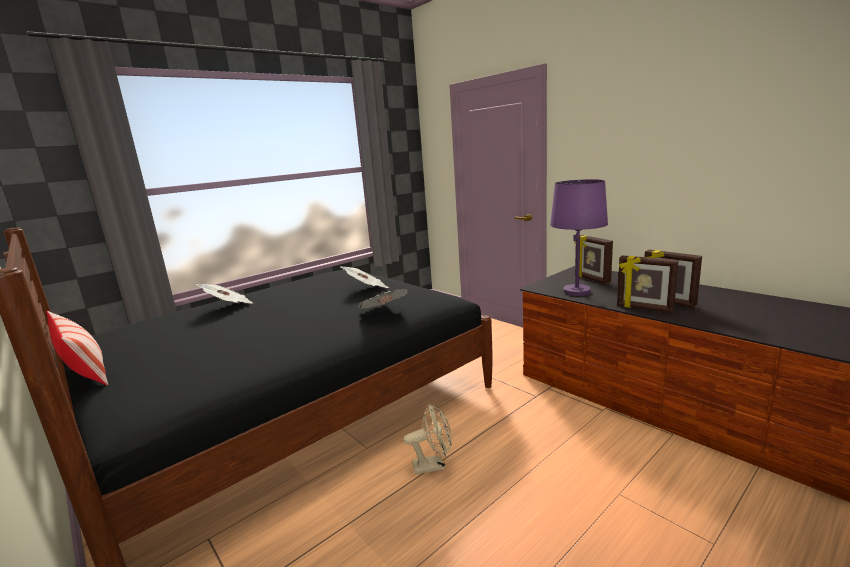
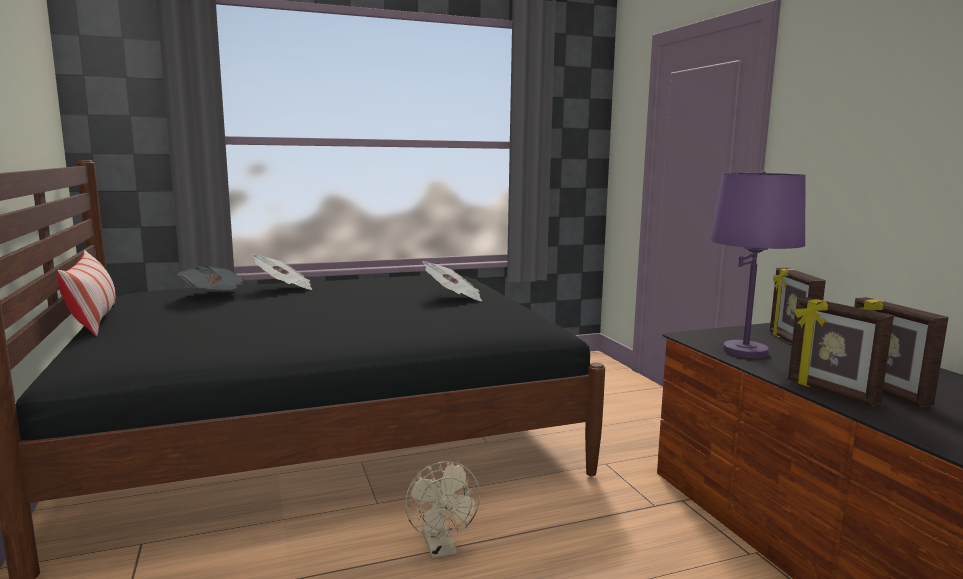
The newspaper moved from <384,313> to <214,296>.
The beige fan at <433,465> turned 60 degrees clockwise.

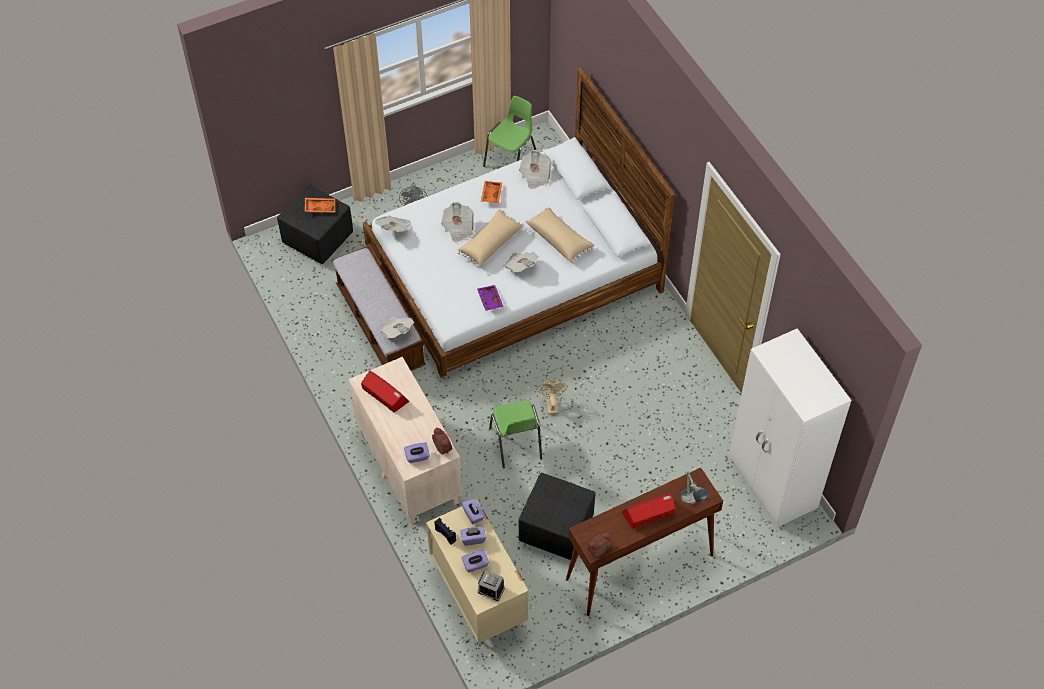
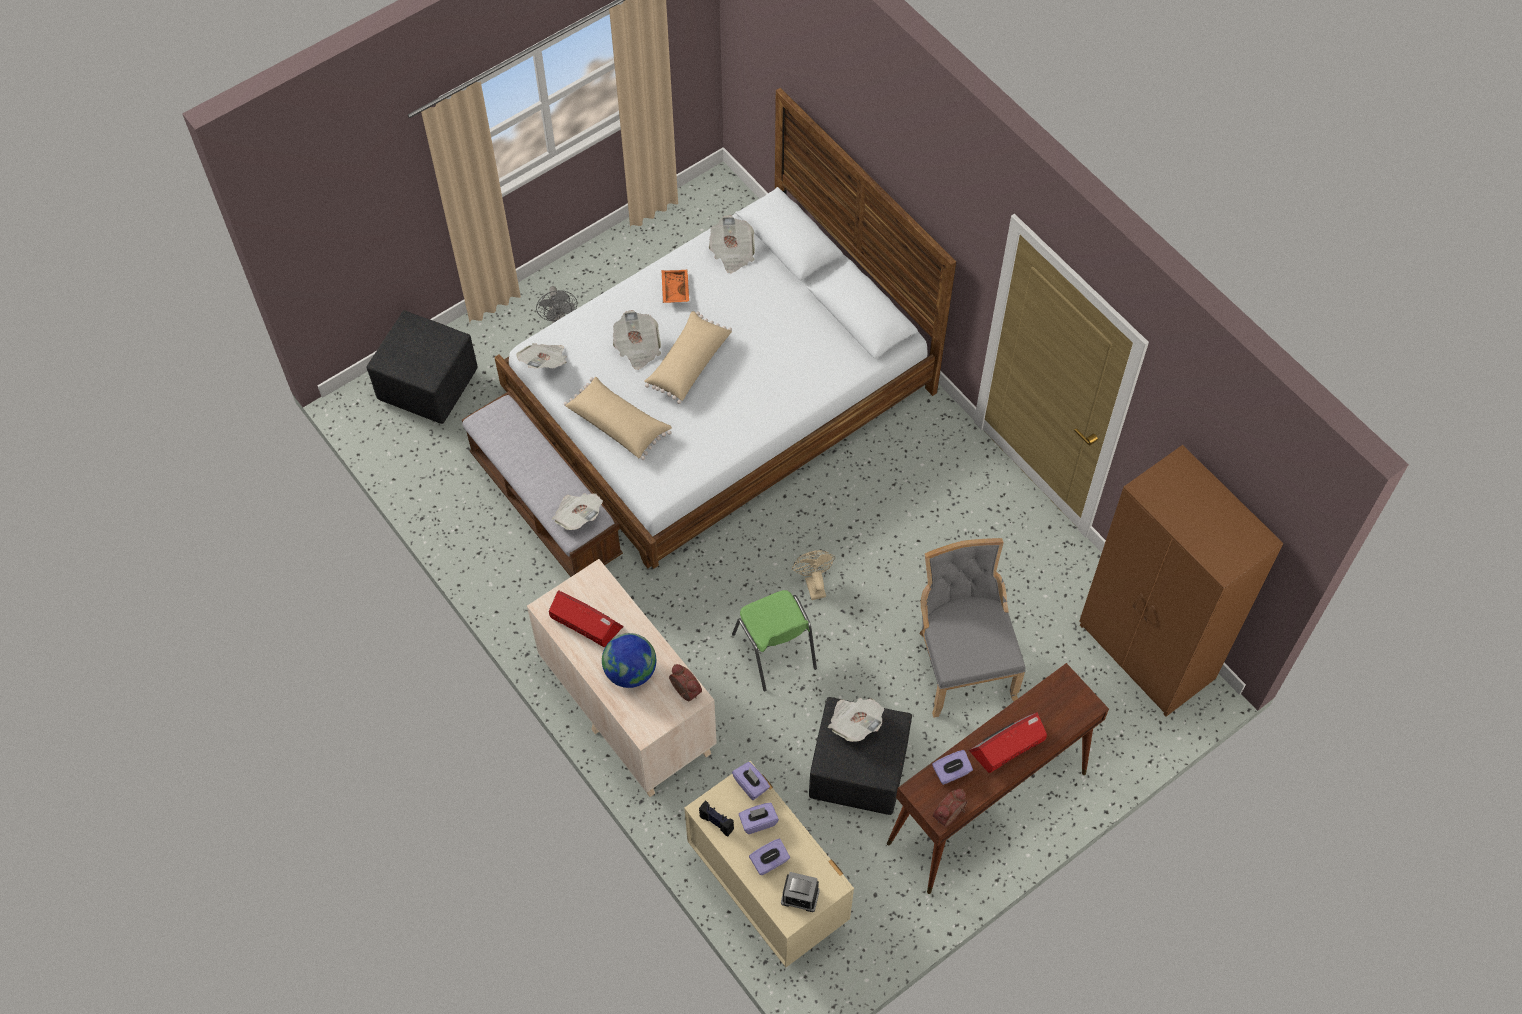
The beige pillow moved from <559,239> to <619,424>.
The globe at <630,671> appeared.
The newspaper moved from <520,266> to <854,723>.
The grey chair at <962,662> appeared.
The purple tissue box moved from <417,457> to <951,772>.
The white wardrobe at <772,484> became the brown wardrobe at <1146,654>.
The orange tray at <320,207> disappeared.
The purple tray at <489,300> disappeared.
The green chair at <511,160> disappeared.
The table lamp at <691,503> disappeared.

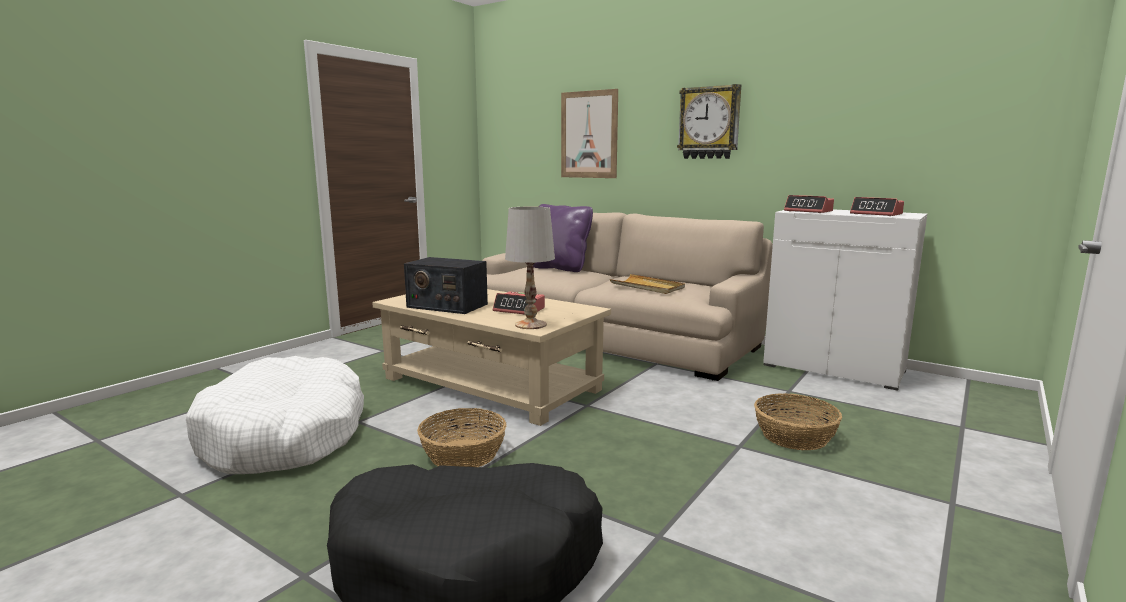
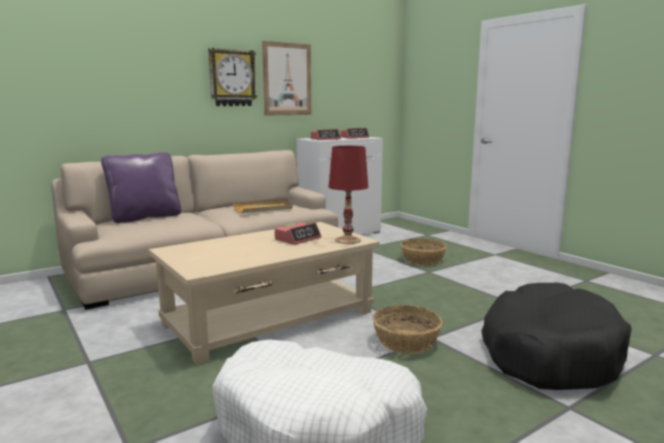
The picture moved from <589,135> to <287,79>.
The white table lamp at <531,325> became the red table lamp at <348,240>.
The radio at <447,305> disappeared.

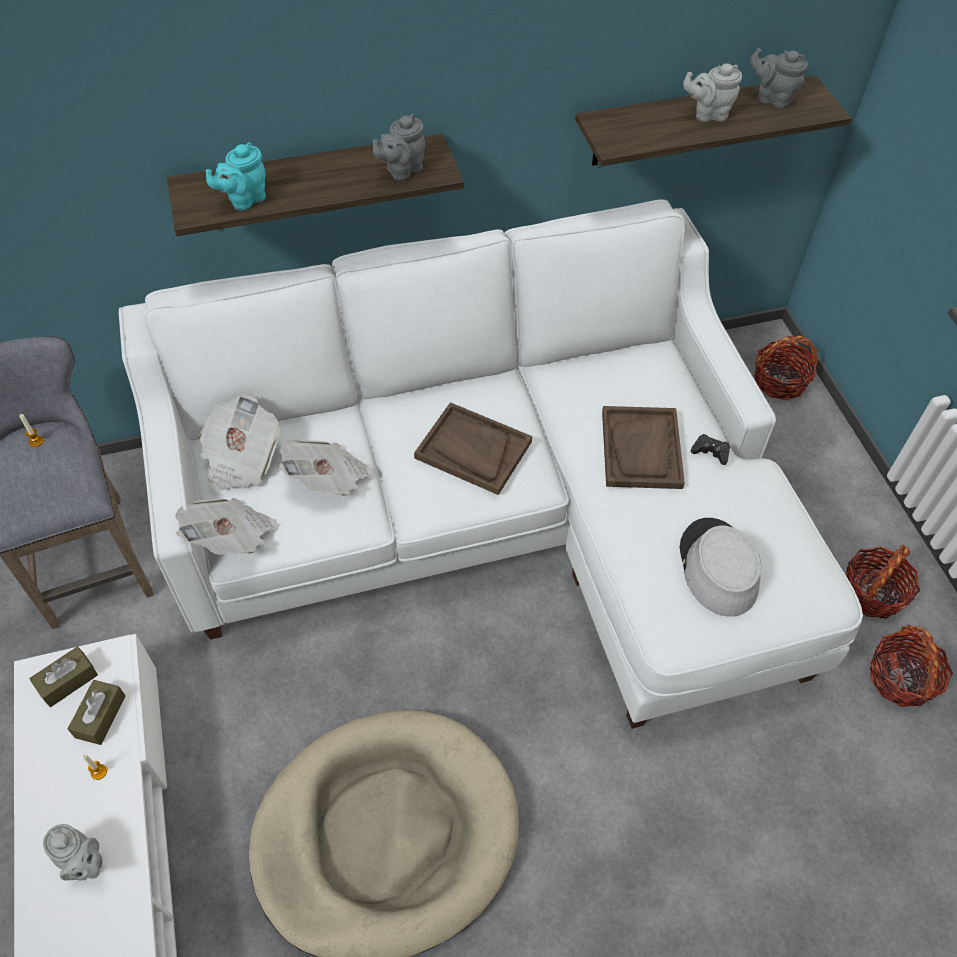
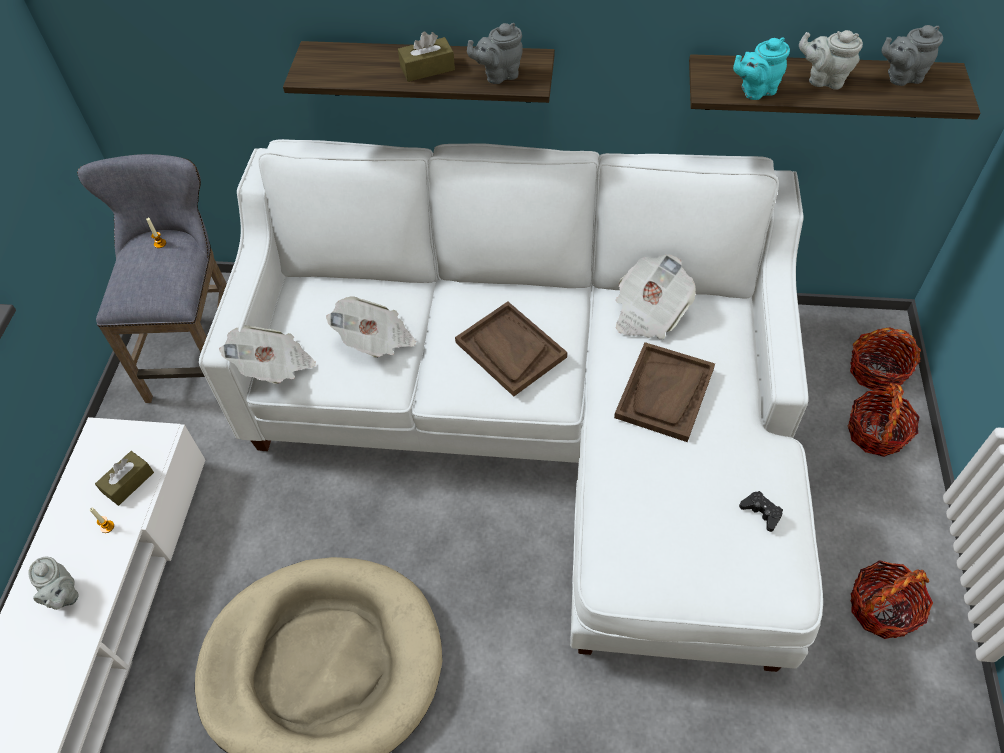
The brown tissue box moved from <67,681> to <427,68>.
The newspaper moved from <241,459> to <649,312>.
The turquoise teapot moved from <244,200> to <755,90>.
The black game controller moved from <710,452> to <761,512>.
The basket moved from <901,678> to <876,433>.
The grey teapot at <772,98> turned 60 degrees counterclockwise.
The grey hat at <717,567> disappeared.

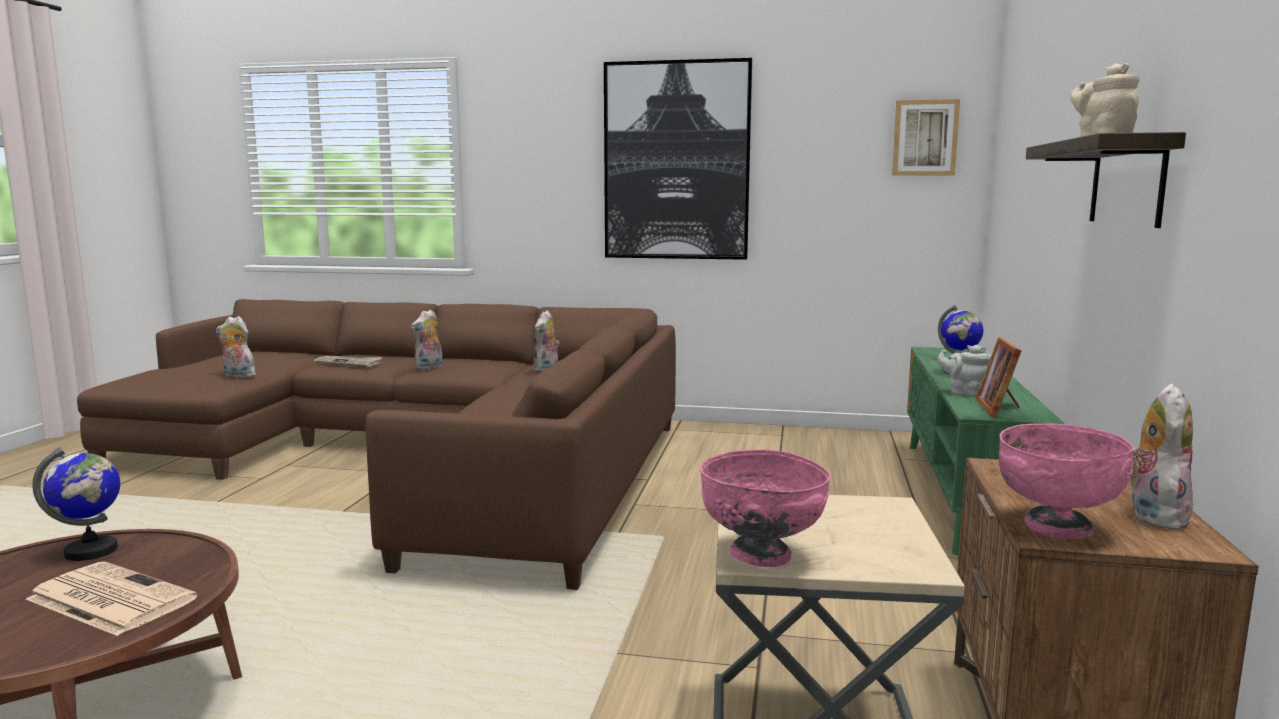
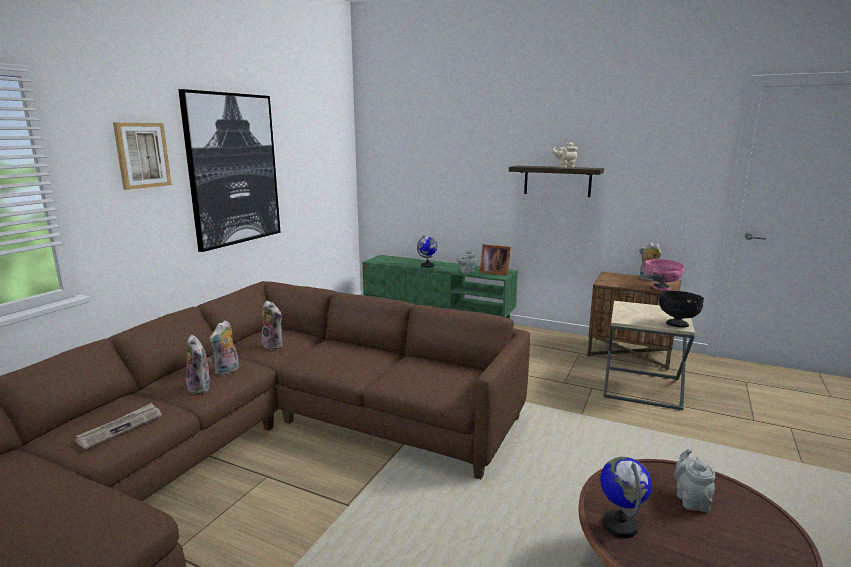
The picture moved from <925,138> to <142,155>.
The plush toy moved from <237,376> to <227,371>.
The pink bowl at <761,556> became the black bowl at <678,325>.
The newspaper at <108,599> was replaced by the grey teapot at <691,499>.

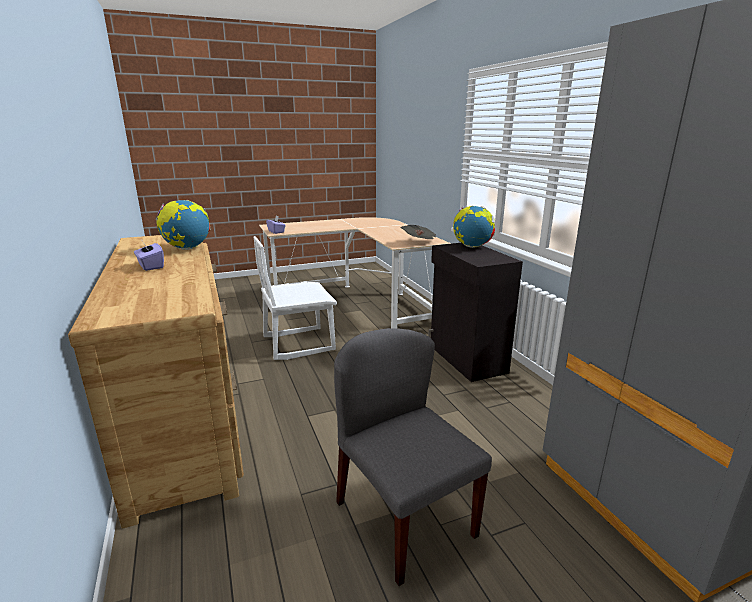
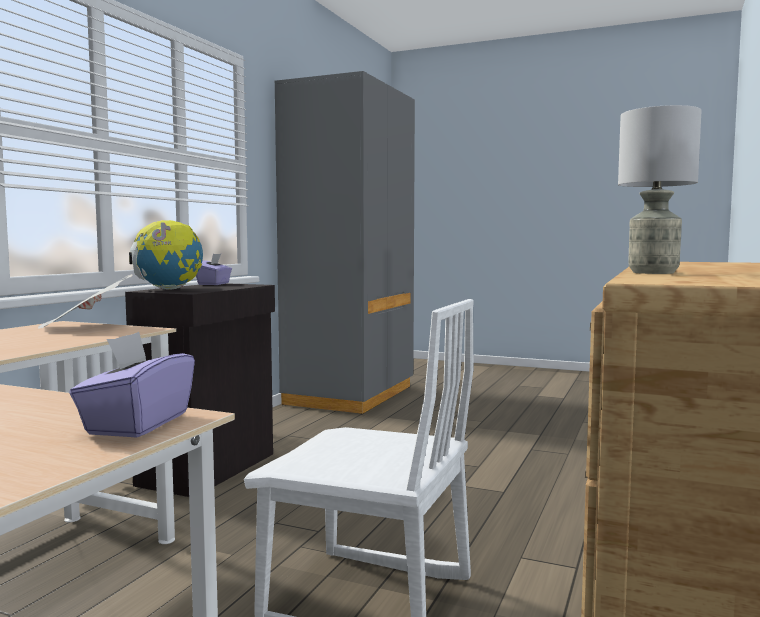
The purple tissue box moved from <150,266> to <214,284>.
The globe at <187,248> was replaced by the grey table lamp at <652,273>.
The grey chair at <403,518> disappeared.

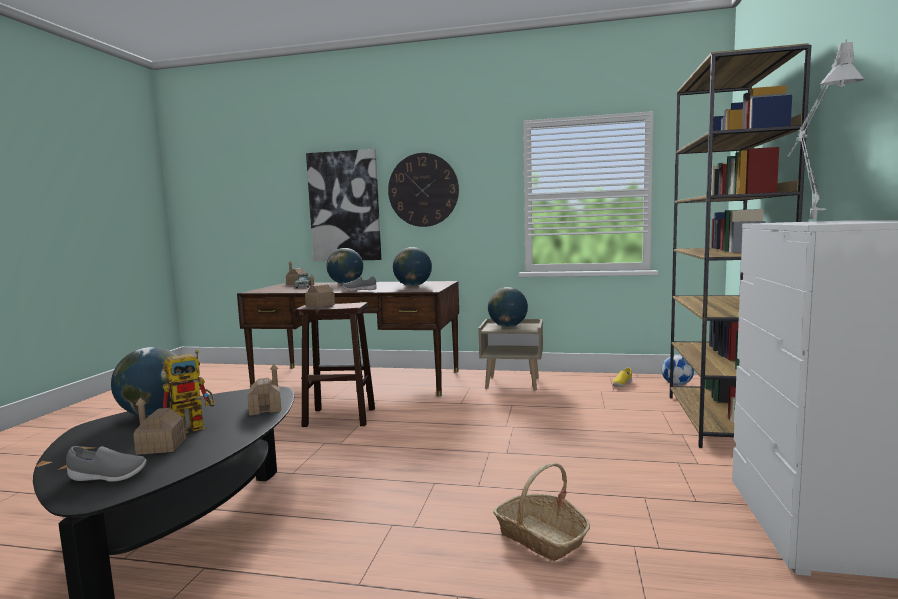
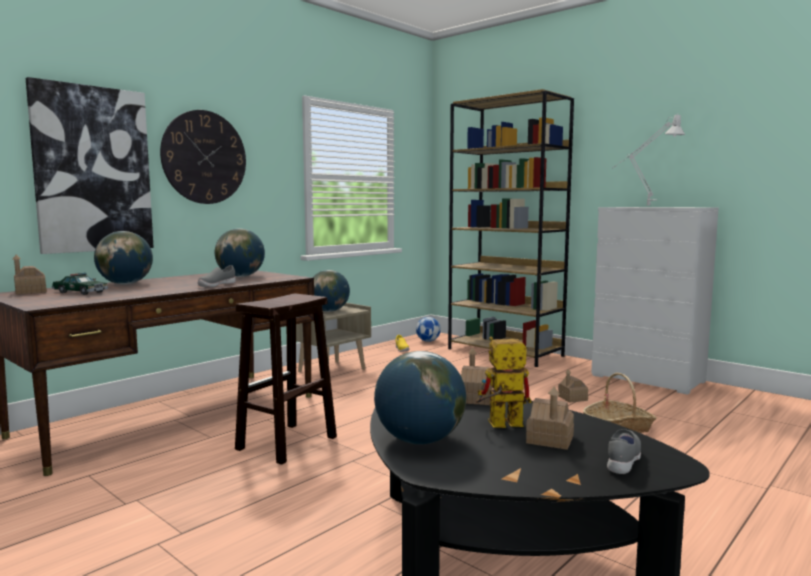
The toy robot at <195,426> turned 90 degrees counterclockwise.
The toy house moved from <320,305> to <572,398>.

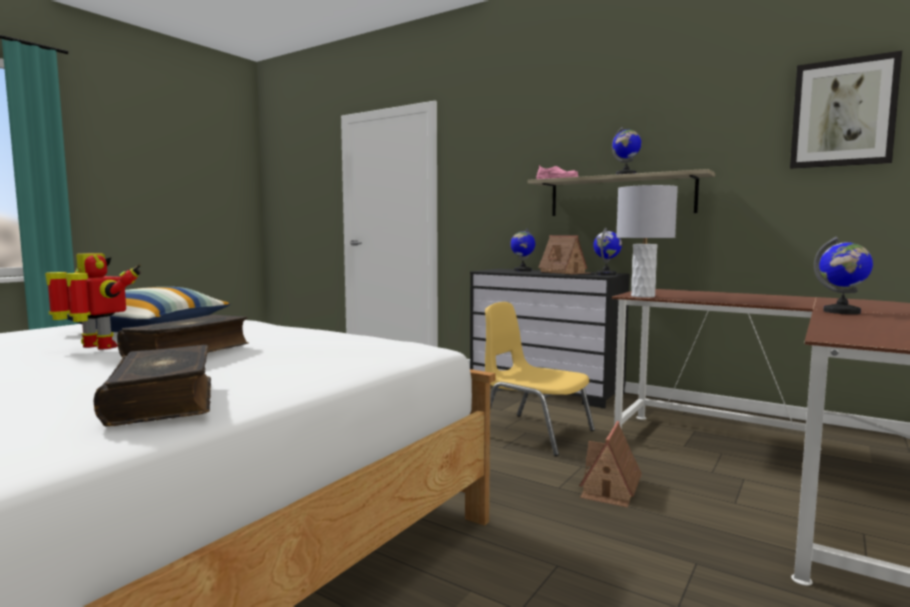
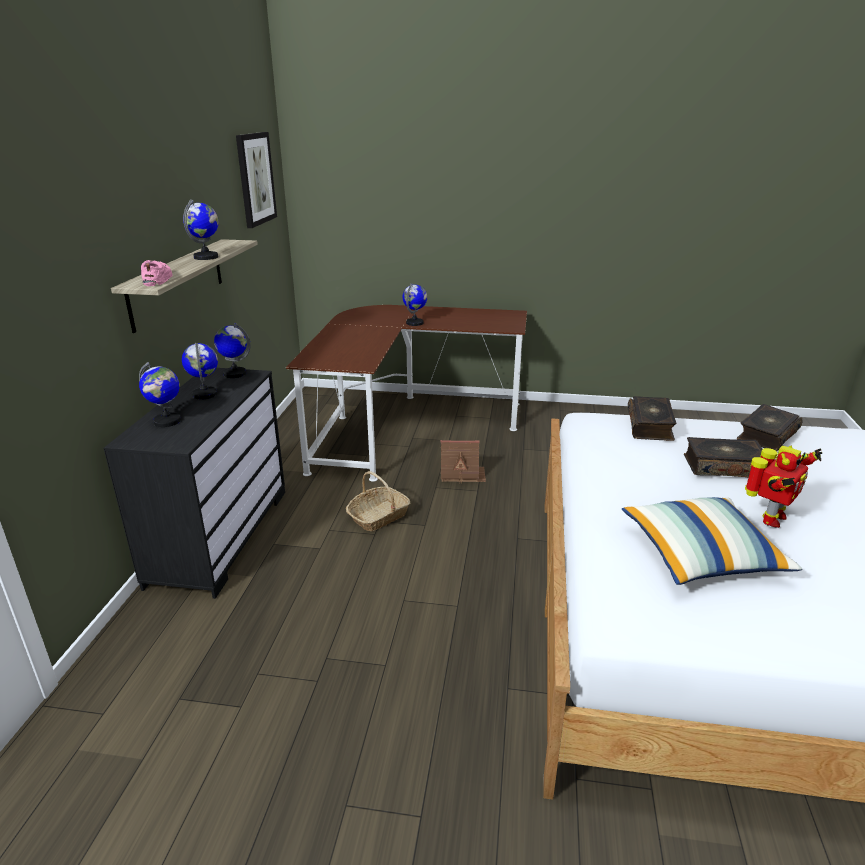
The toy house at <564,272> was replaced by the globe at <205,394>.
The yellow chair at <534,433> was replaced by the basket at <378,516>.
The book at <650,426> appeared.
The toy robot at <97,347> turned 135 degrees counterclockwise.
The grey table lamp at <642,296> disappeared.

